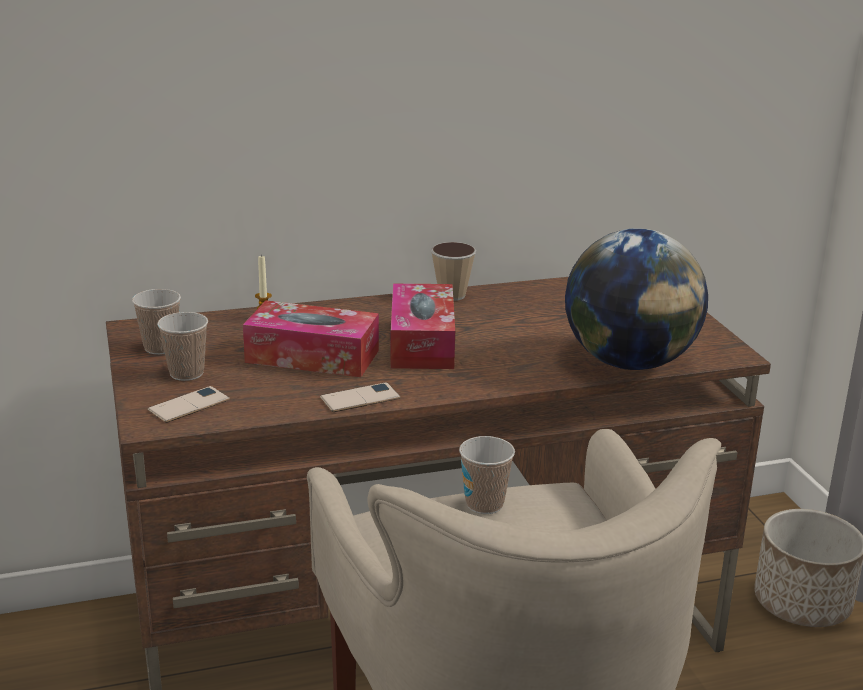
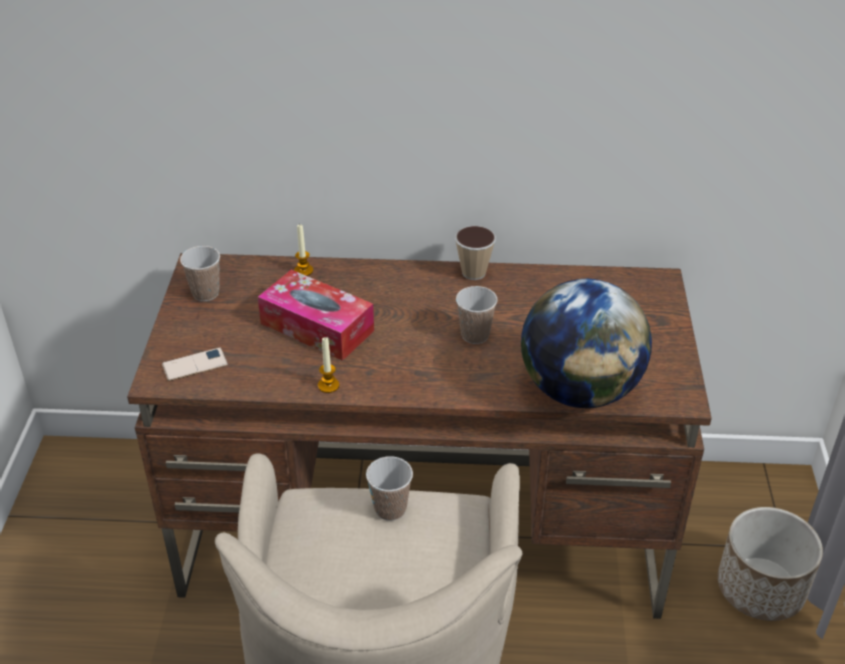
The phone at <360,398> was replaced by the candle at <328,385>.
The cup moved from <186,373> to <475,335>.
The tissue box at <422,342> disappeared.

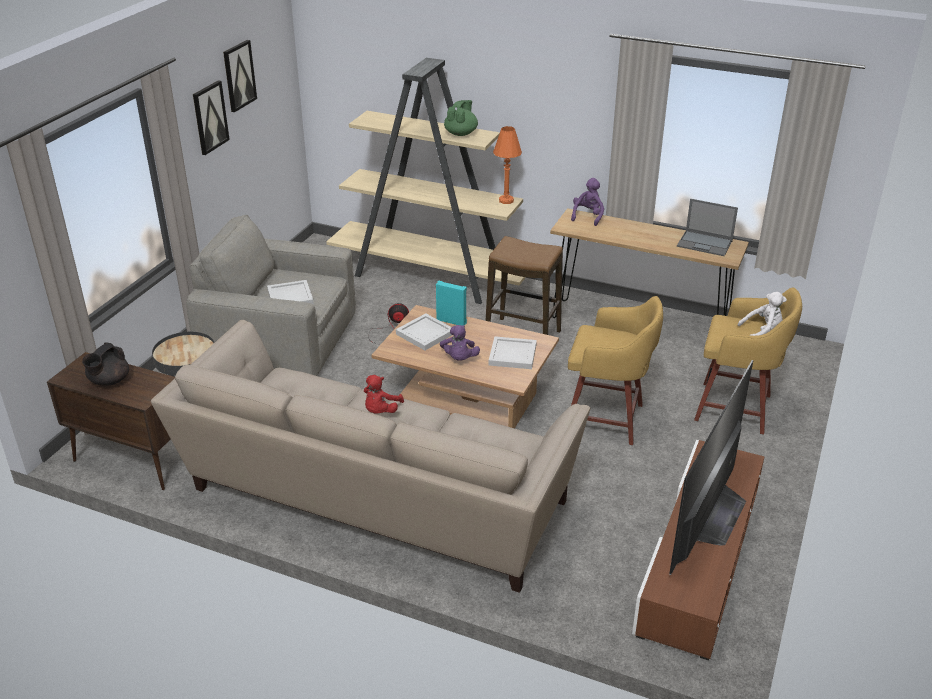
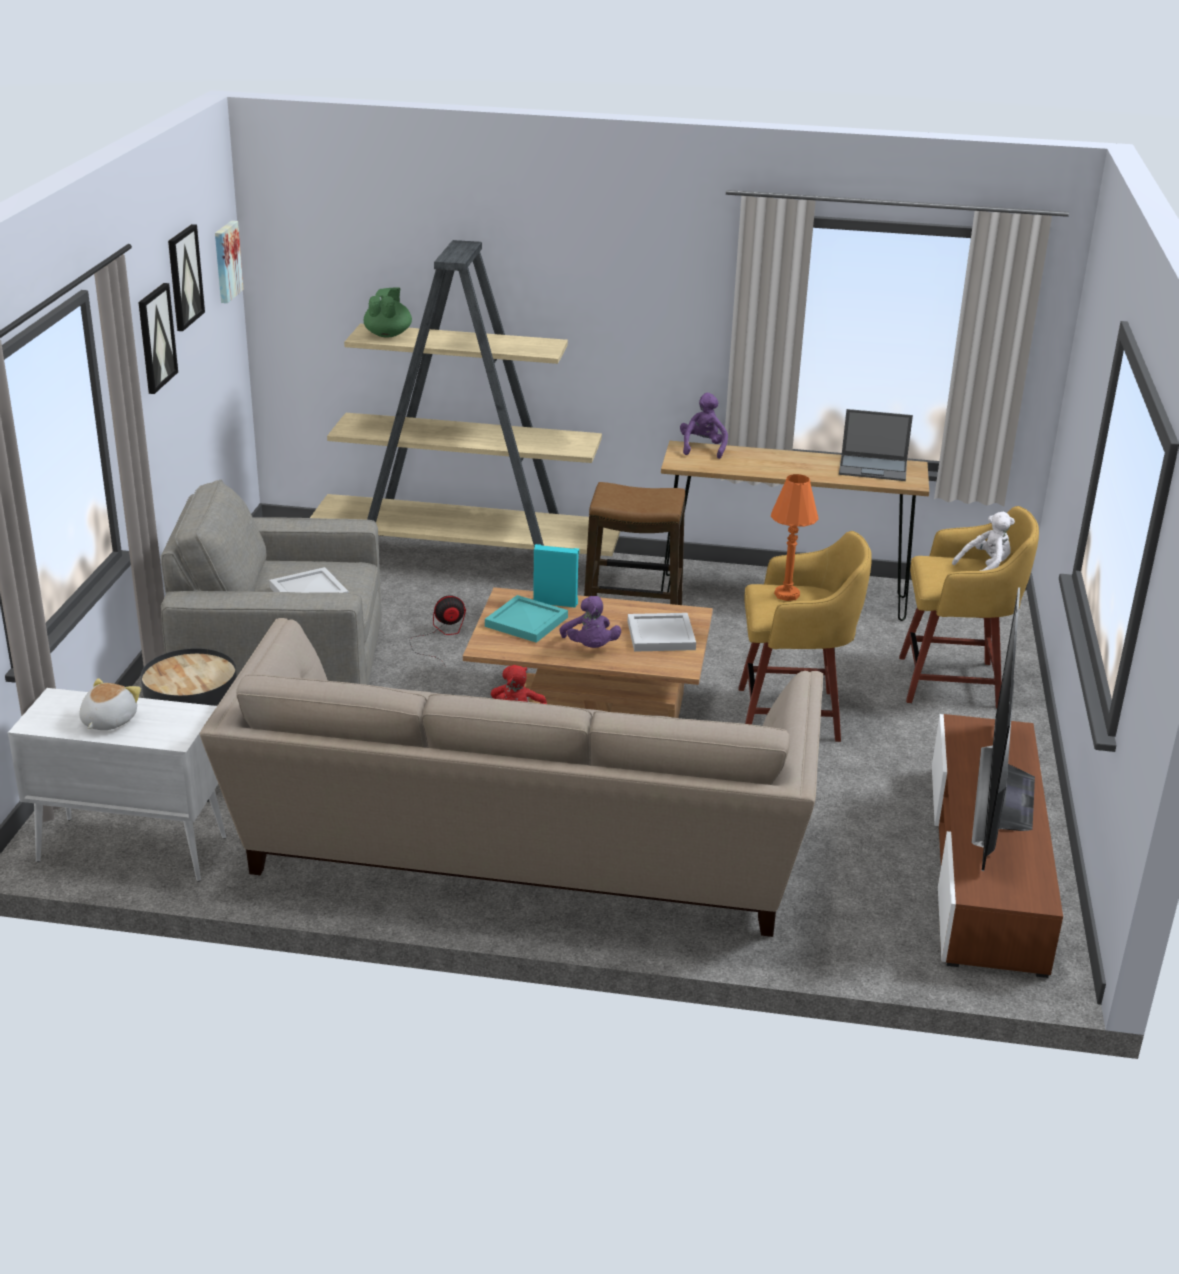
The brown cabinet at <132,461> became the white cabinet at <130,849>.
The black teapot at <109,381> was replaced by the plush toy at <107,721>.
The picture at <226,261> appeared.
The green teapot moved from <461,133> to <388,334>.
The white tray at <425,333> became the turquoise tray at <526,621>.
The orange table lamp moved from <506,200> to <786,595>.

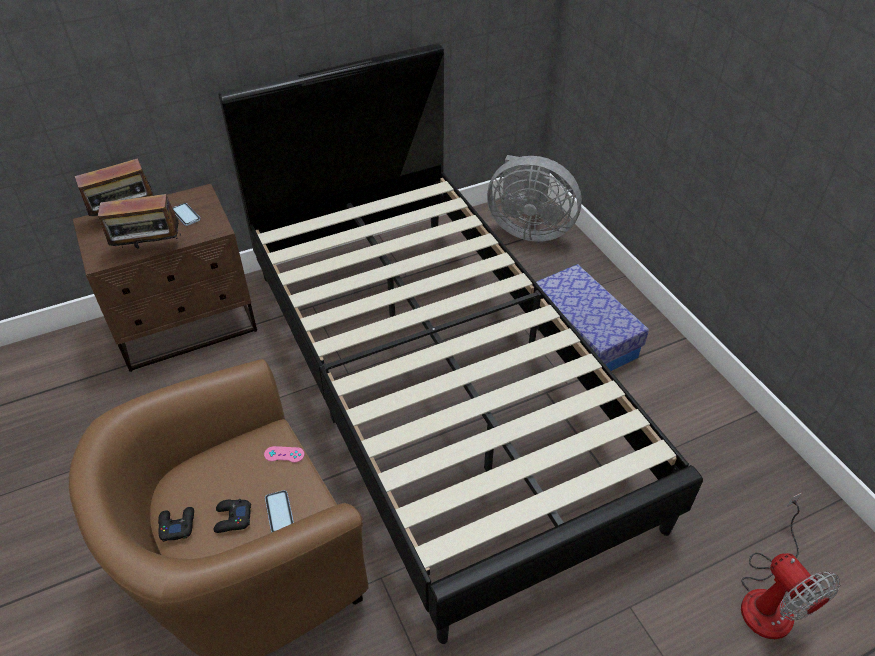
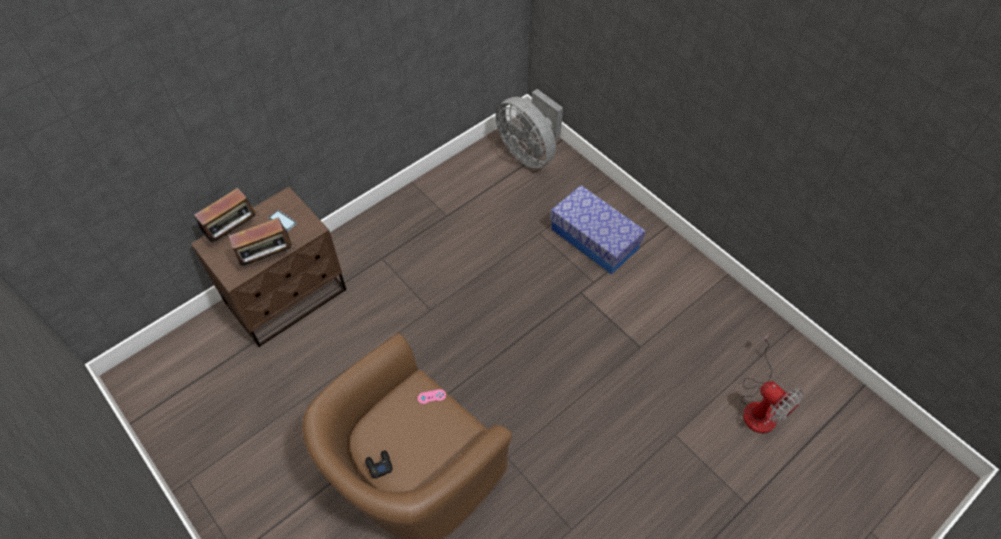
The grey fan at <528,229> turned 45 degrees clockwise.
The black game controller at <232,519> disappeared.
The black bed at <437,384> disappeared.
The phone at <279,513> disappeared.

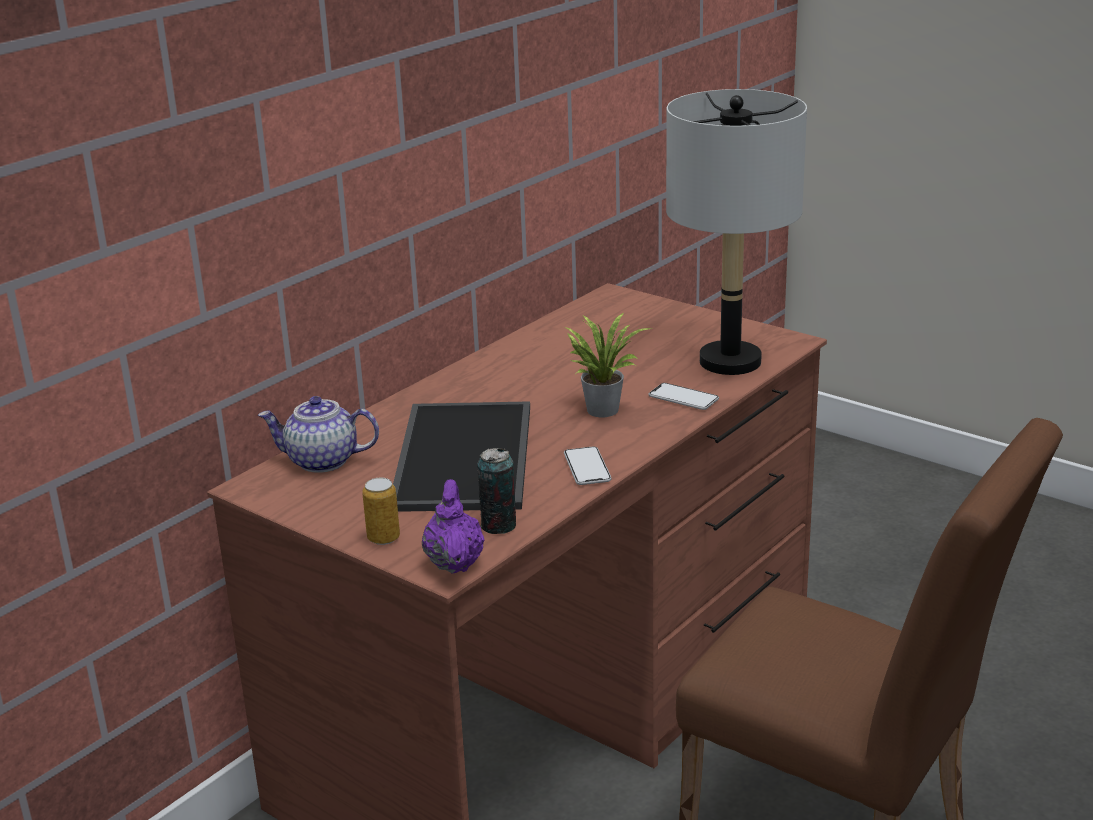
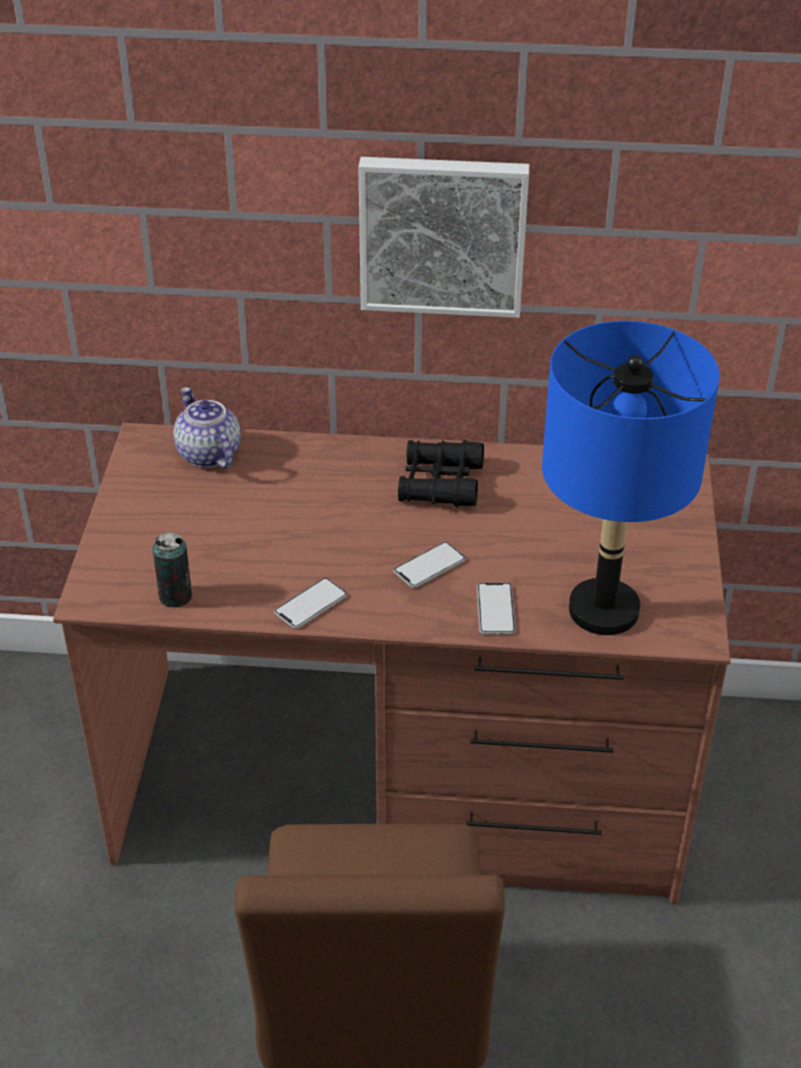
The picture at <442,234> appeared.
The potted plant at <602,408> was replaced by the phone at <429,566>.
The black binoculars at <440,483> appeared.
The grey table lamp at <729,361> became the blue table lamp at <604,610>.
The can at <383,538> disappeared.
The tray at <467,457> disappeared.
The purple teapot at <454,562> disappeared.

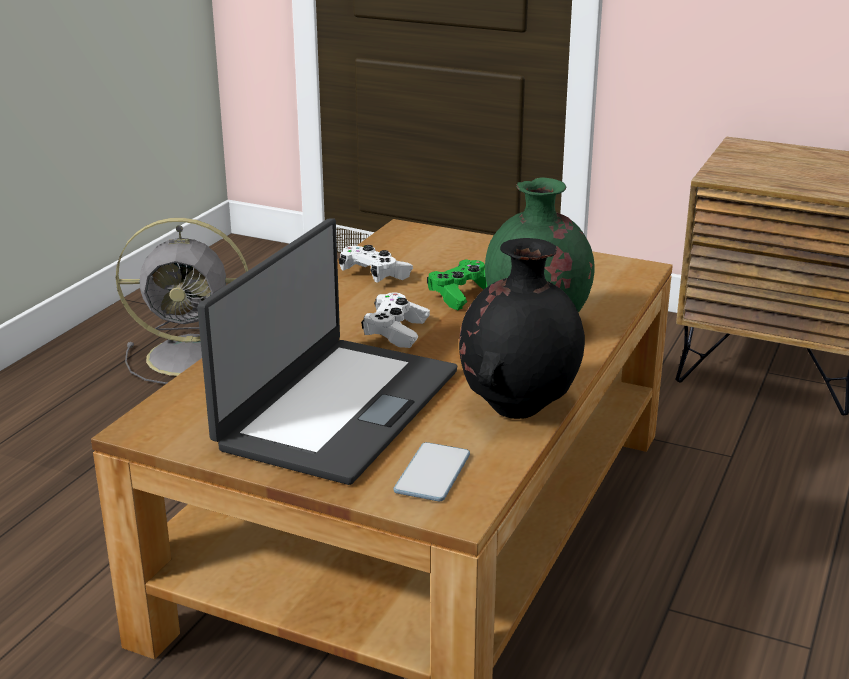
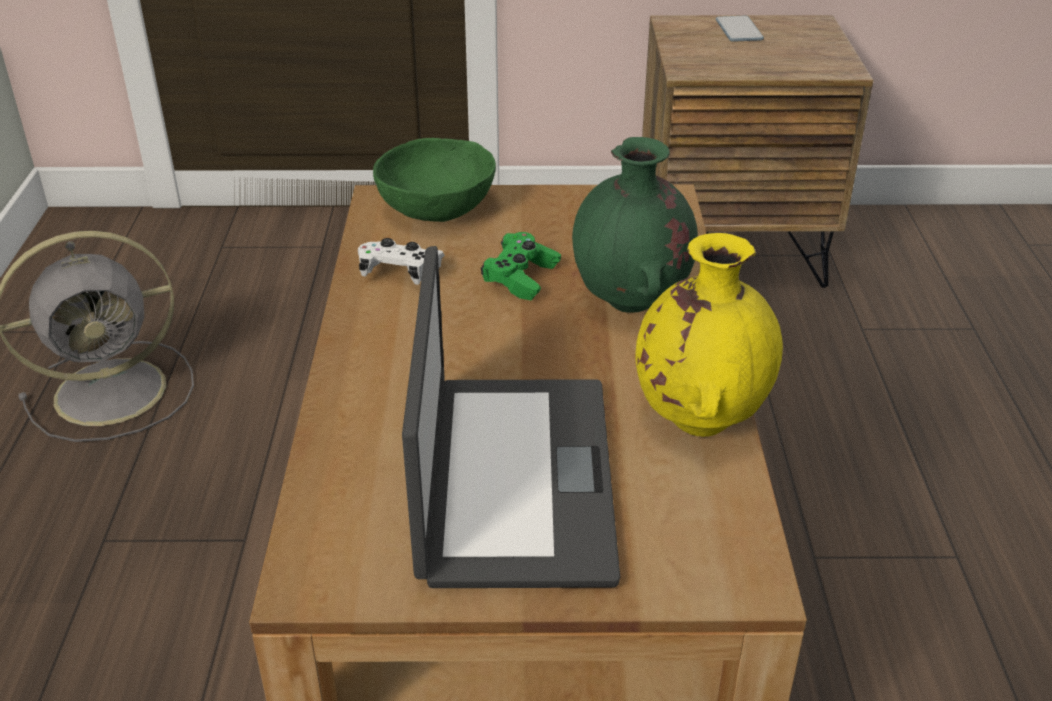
The green bowl at <437,208> appeared.
The black vase at <518,407> became the yellow vase at <699,418>.
The phone moved from <432,474> to <738,30>.
The white game controller at <396,332> disappeared.

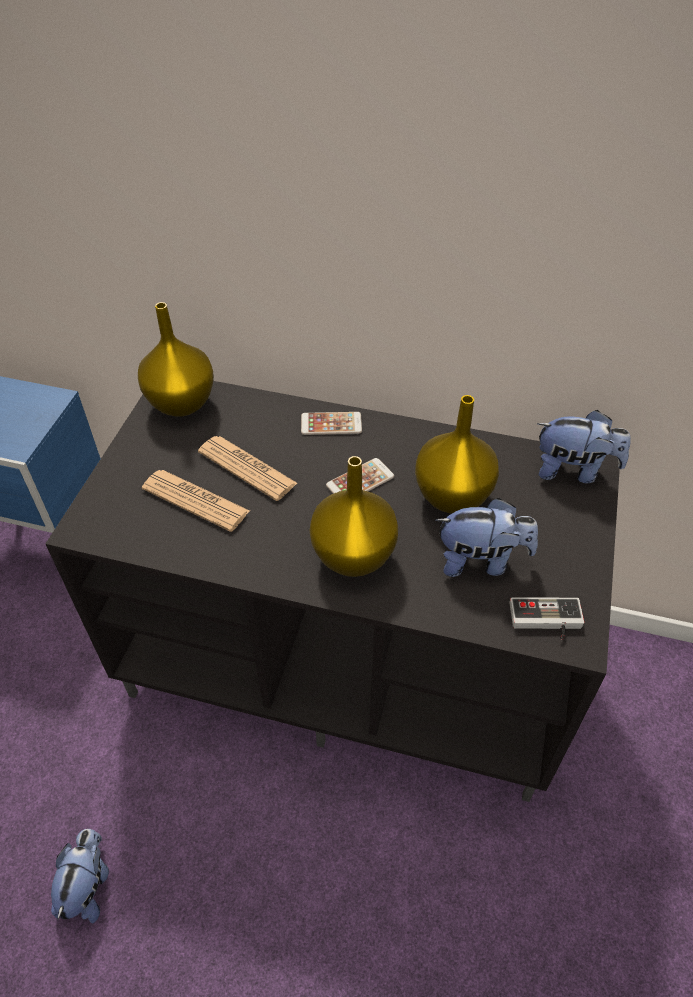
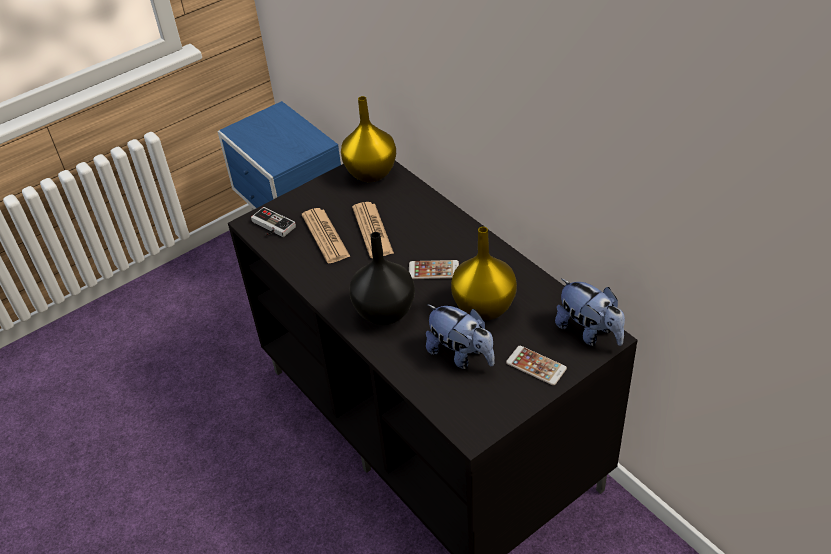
The game controller moved from <546,622> to <270,227>.
The yellow vase at <353,555> became the black vase at <385,311>.
The phone moved from <331,424> to <536,366>.
The plush toy at <88,885> disappeared.

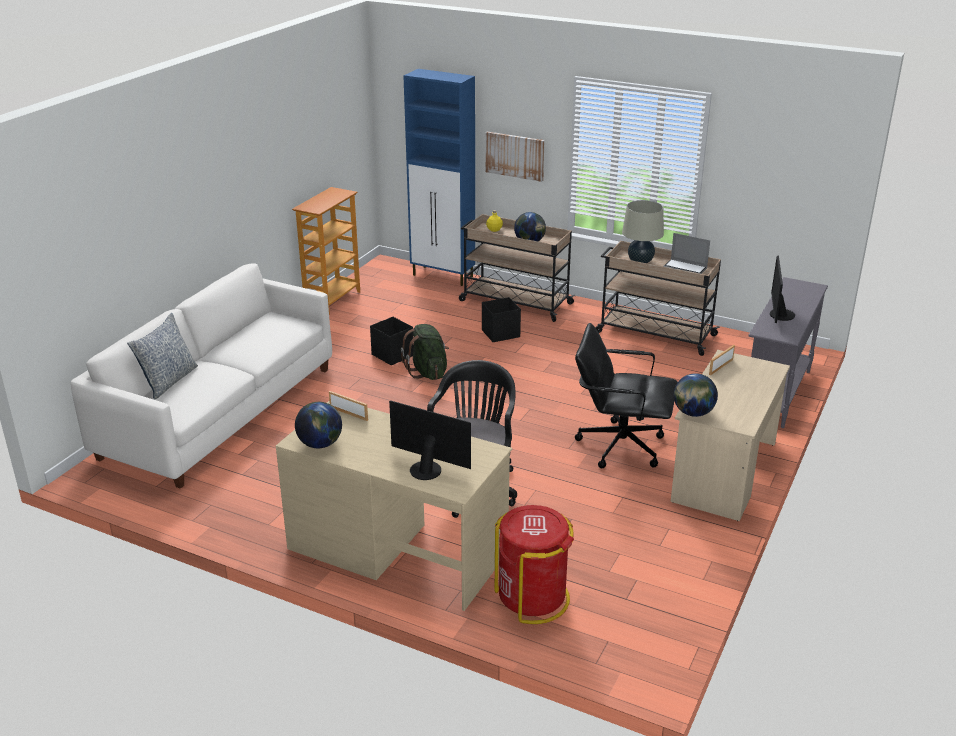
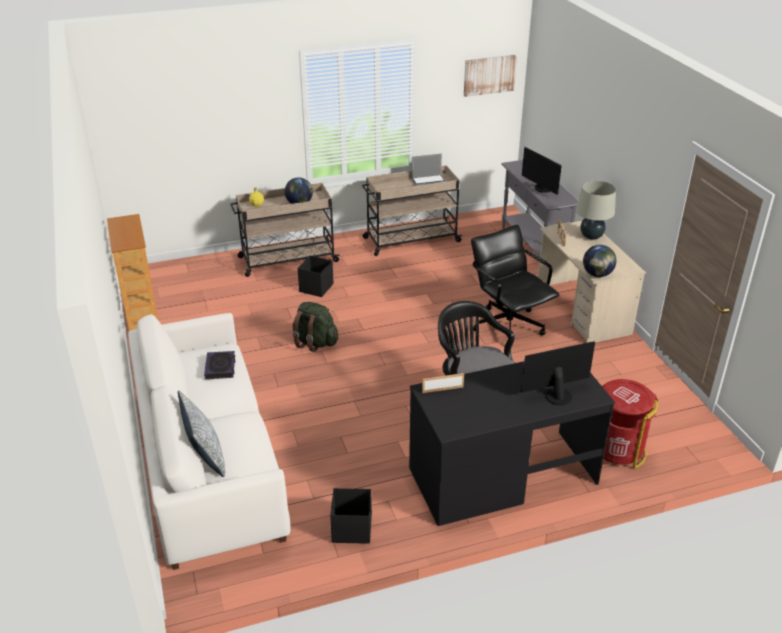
The book at <220,367> appeared.
The black storage box moved from <392,355> to <351,529>.
The beige desk at <397,549> became the black desk at <502,475>.
The picture moved from <515,155> to <489,75>.
The black office chair at <620,445> turned 90 degrees clockwise.
The beige table lamp moved from <640,261> to <591,236>.
The globe at <320,444> disappeared.
The blue cabinet at <443,276> disappeared.

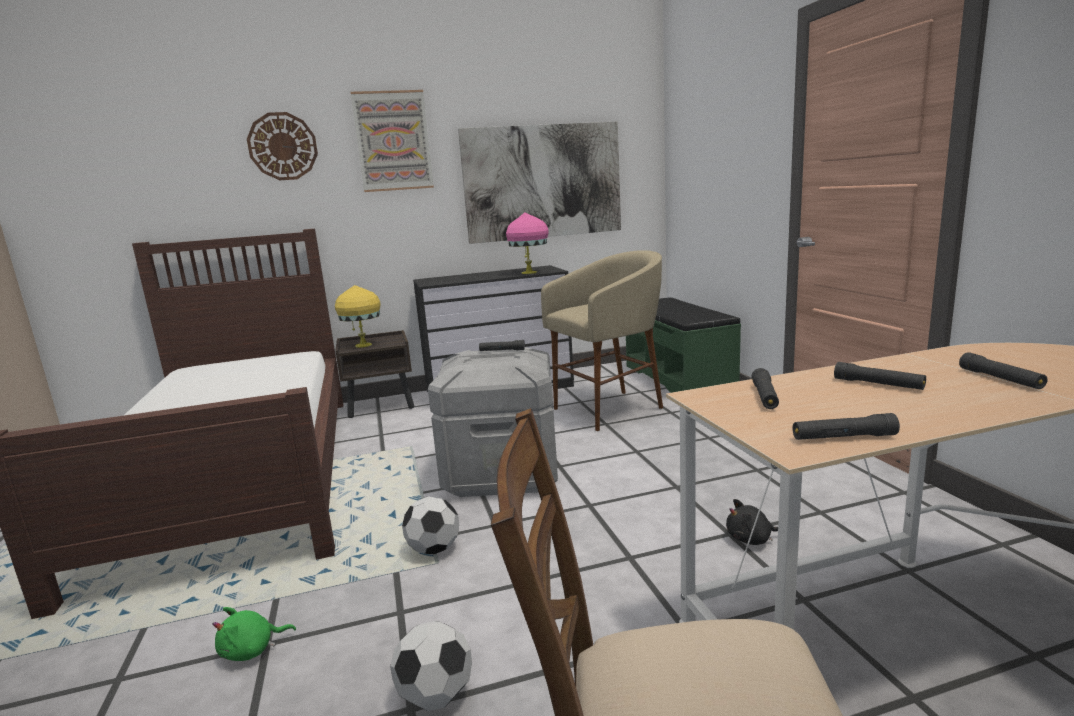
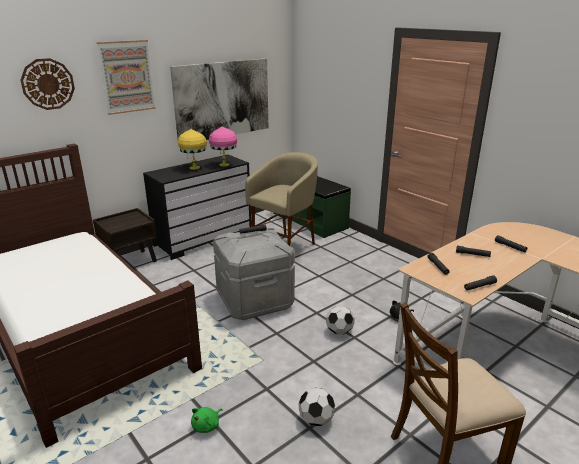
The yellow table lamp moved from <363,345> to <194,167>.
The football moved from <434,549> to <339,331>.

